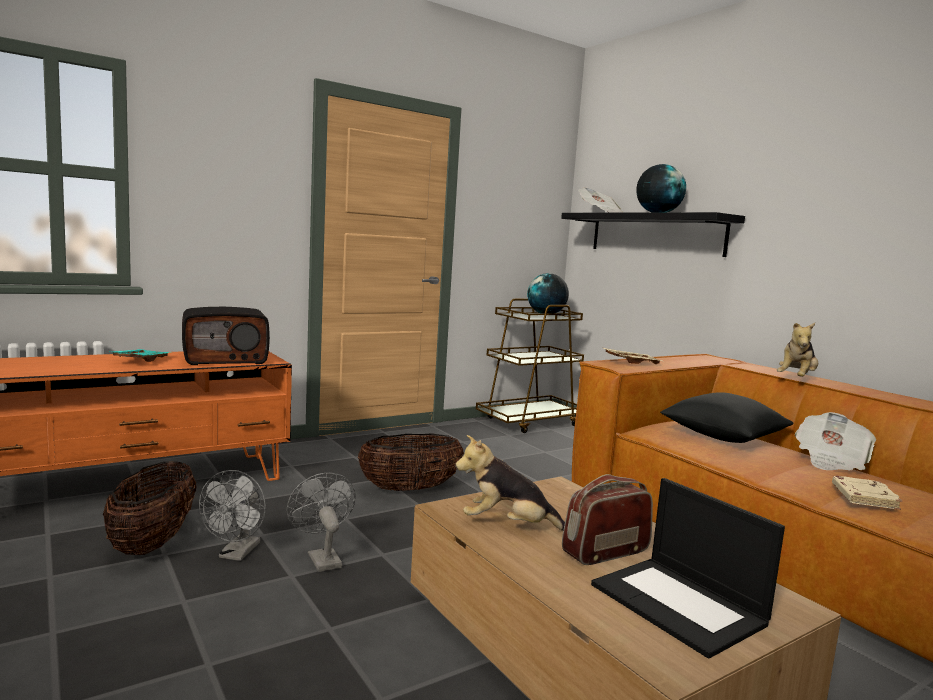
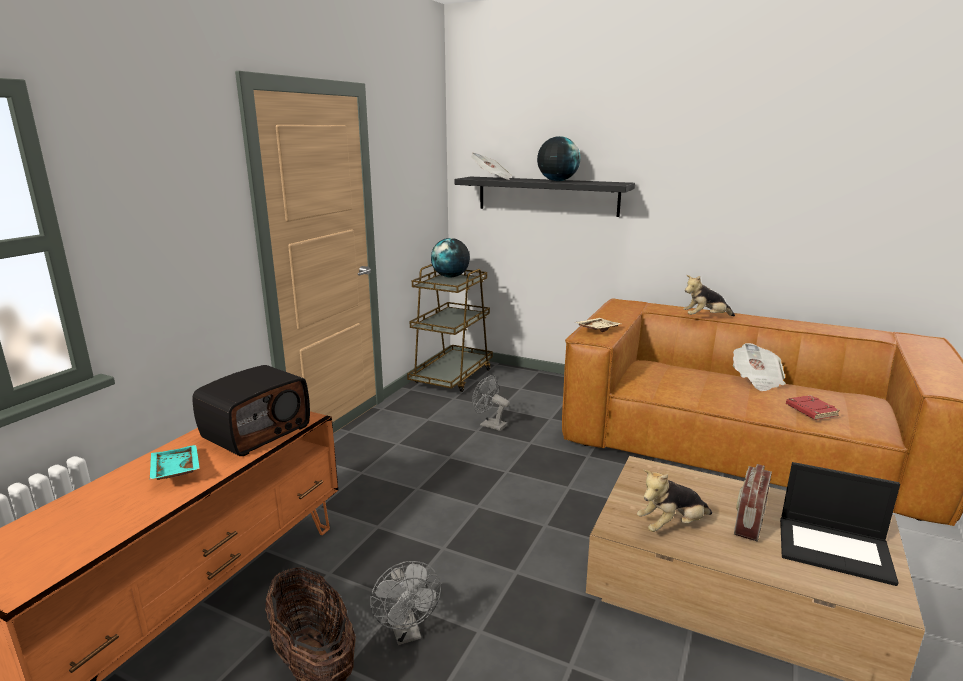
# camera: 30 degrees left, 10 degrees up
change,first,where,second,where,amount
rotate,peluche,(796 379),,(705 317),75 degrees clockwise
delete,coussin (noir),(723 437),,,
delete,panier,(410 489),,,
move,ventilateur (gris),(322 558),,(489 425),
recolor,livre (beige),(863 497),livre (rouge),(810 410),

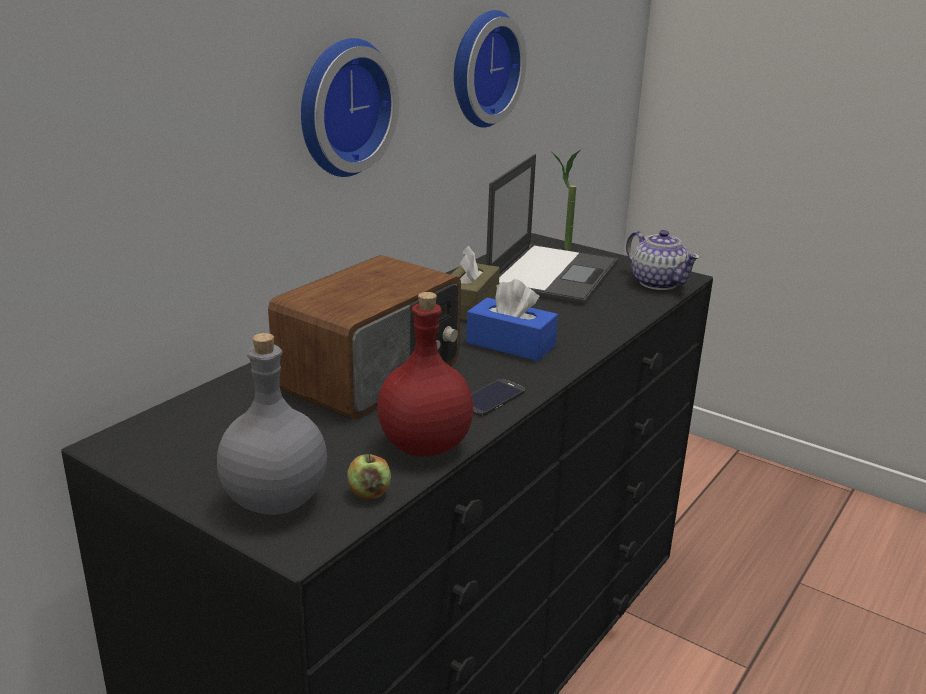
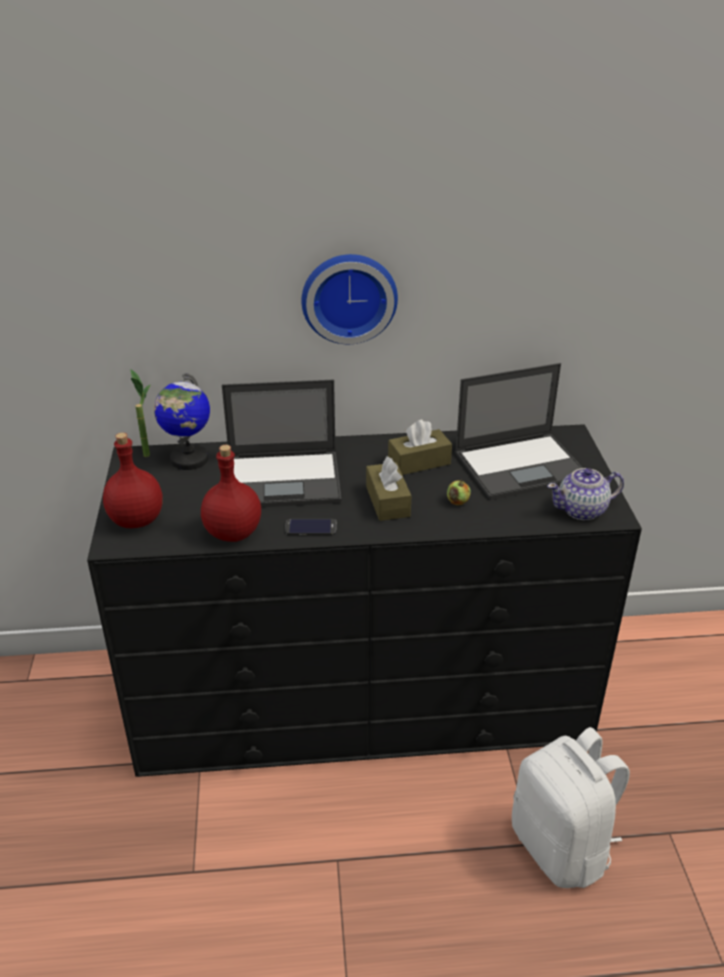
# camera: 50 degrees right, 10 degrees up
change,first,where,second,where,amount
delete,horloge murale,(481 68),,,
move,plante en pot,(560 247),,(147 451),
rotate,théière,(657 283),,(582 510),60 degrees clockwise
replace,radio,(373 374),ordinateur portable,(285 479),
recolor,boîte à mouchoirs (bleu),(510 344),boîte à mouchoirs (marron),(387 501),
recolor,bouteille (gris),(273 501),bouteille (rouge),(135 520),
move,pomme,(369 493),,(458 501),
insert,,,globe,(189 459),
insert,,,sac à dos (blanc),(562 847),

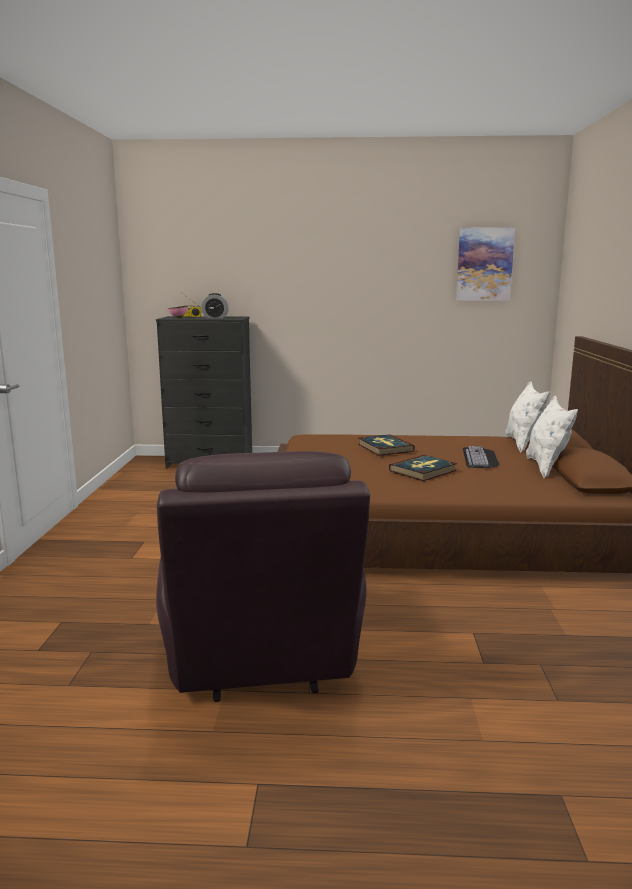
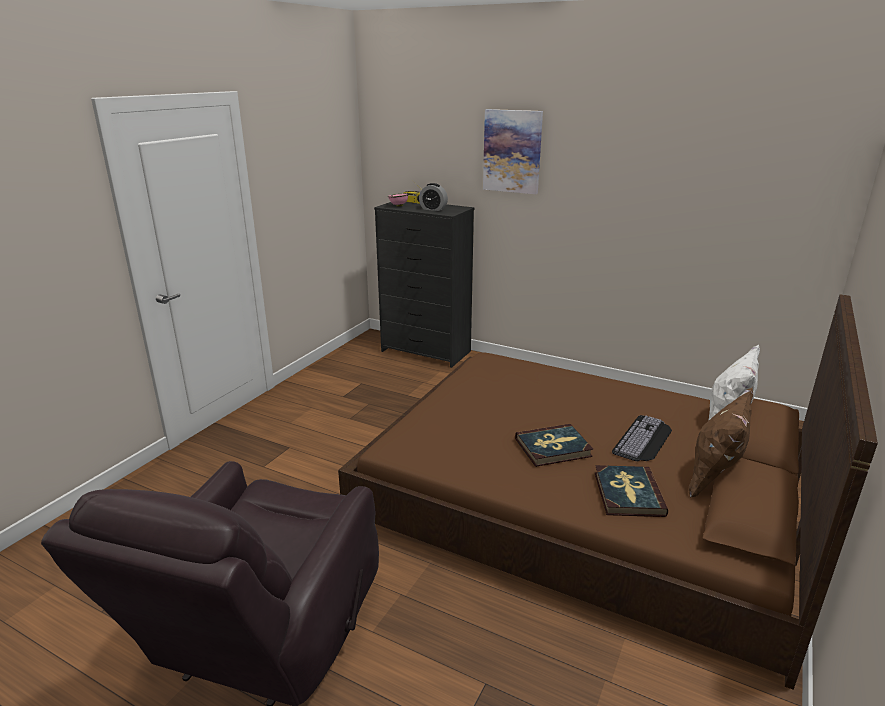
# camera: 25 degrees right, 10 degrees up
change,first,where,second,where,amount
move,tableau,(484 264),,(512 151),
recolor,coussin (blanc),(546 467),coussin (marron),(714 477),
move,livre,(385 448),,(628 494),

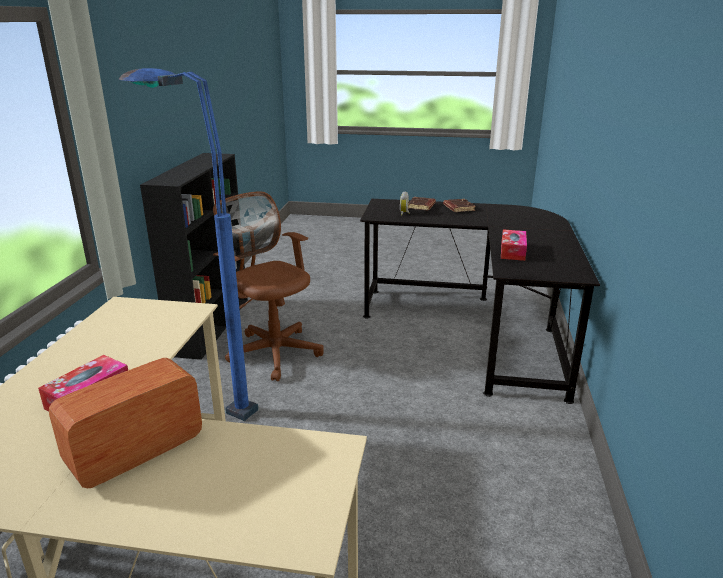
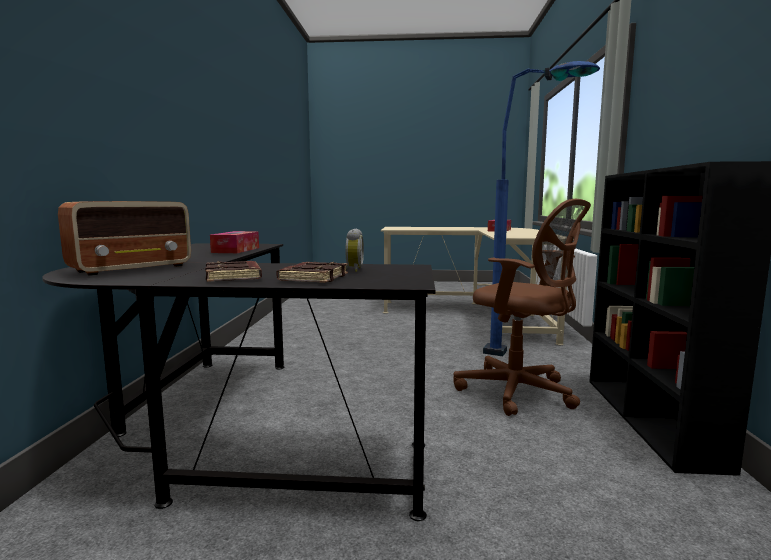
# camera: 175 degrees right, 15 degrees down
change,first,where,second,where,amount
move,radio,(135 453),,(133 268),

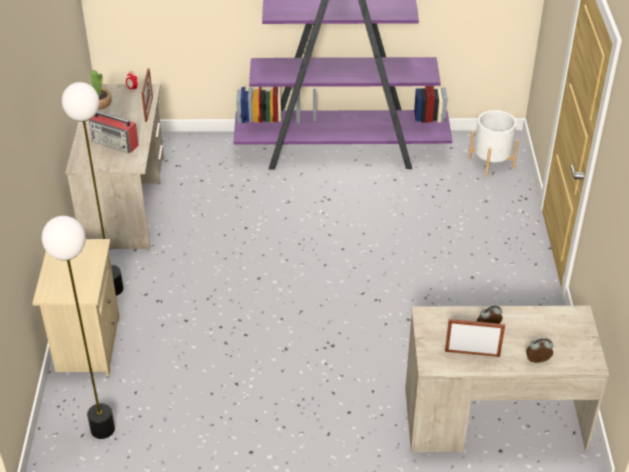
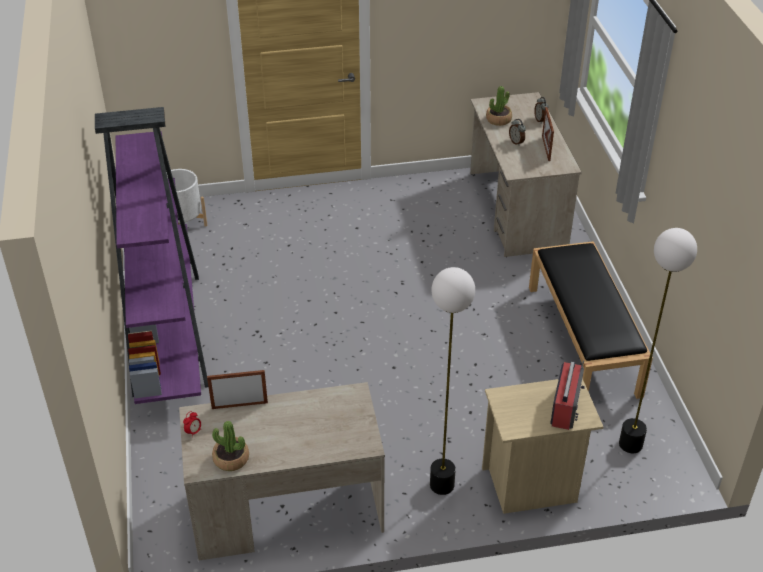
# camera: 100 degrees left, 0 degrees up
change,first,where,second,where,amount
move,radio,(115 143),,(565 406),
insert,,,plante en pot,(498 119),
insert,,,banc (noir),(584 340),

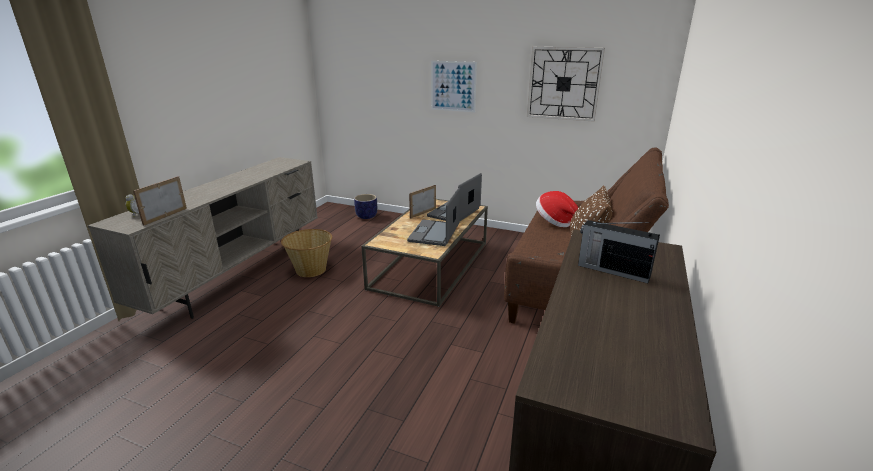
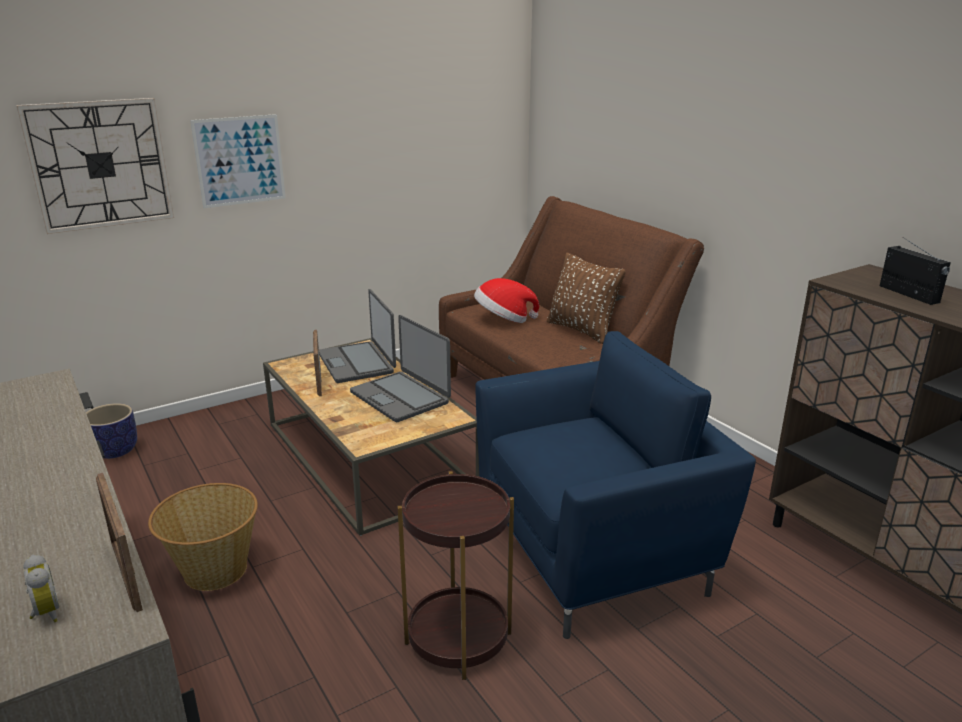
# camera: 55 degrees left, 0 degrees up
change,first,where,second,where,amount
move,horloge murale,(564 84),,(100 164),
rotate,radio,(612 270),,(909 294),90 degrees counterclockwise
insert,,,fauteuil (bleu),(594 551),
insert,,,table d'appoint (marron),(458 638),

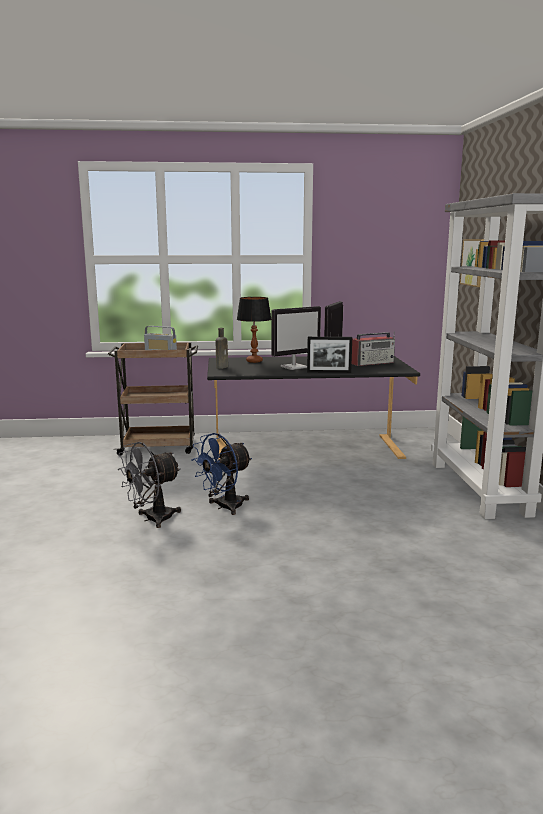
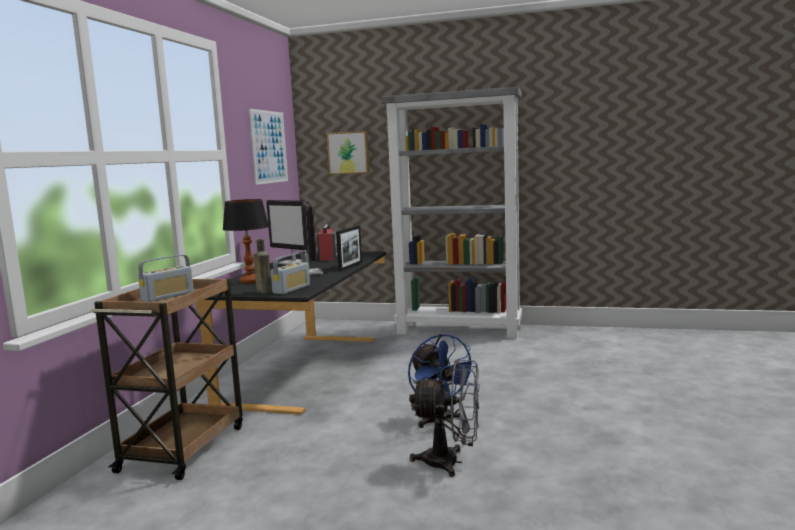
# camera: 70 degrees left, 5 degrees down
change,first,where,second,where,amount
rotate,ventilateur (gris),(152 519),,(450 462),60 degrees counterclockwise
insert,,,tableau,(269 147),
insert,,,radio,(291 289),

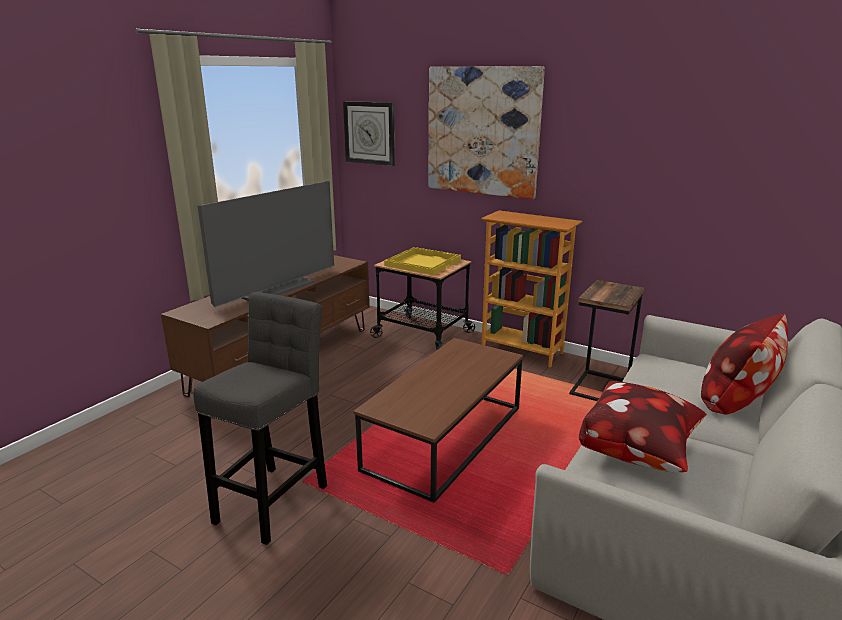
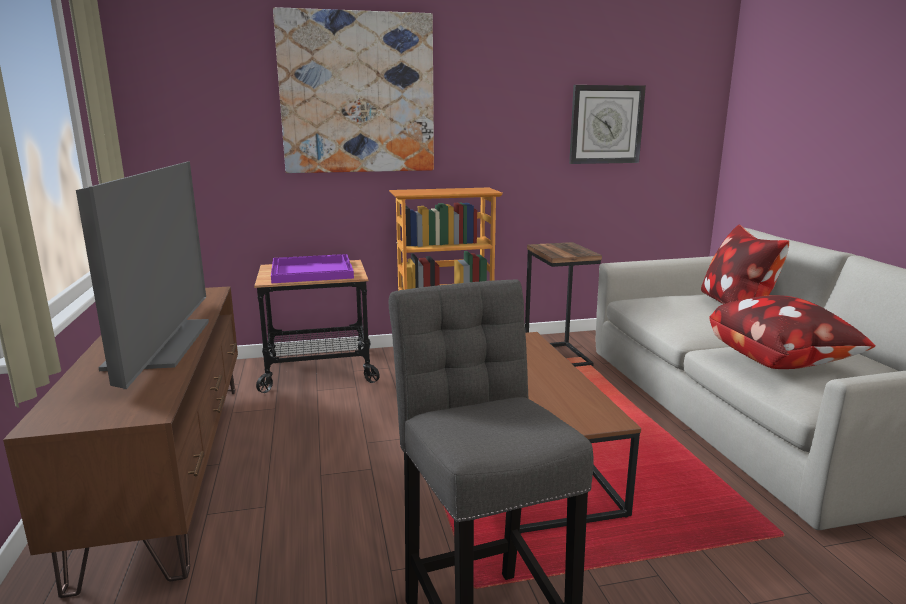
# camera: 45 degrees left, 5 degrees down
change,first,where,second,where,amount
move,horloge murale,(369 133),,(606 124),
recolor,plateau (jaune),(423 262),plateau (violet),(311 271),

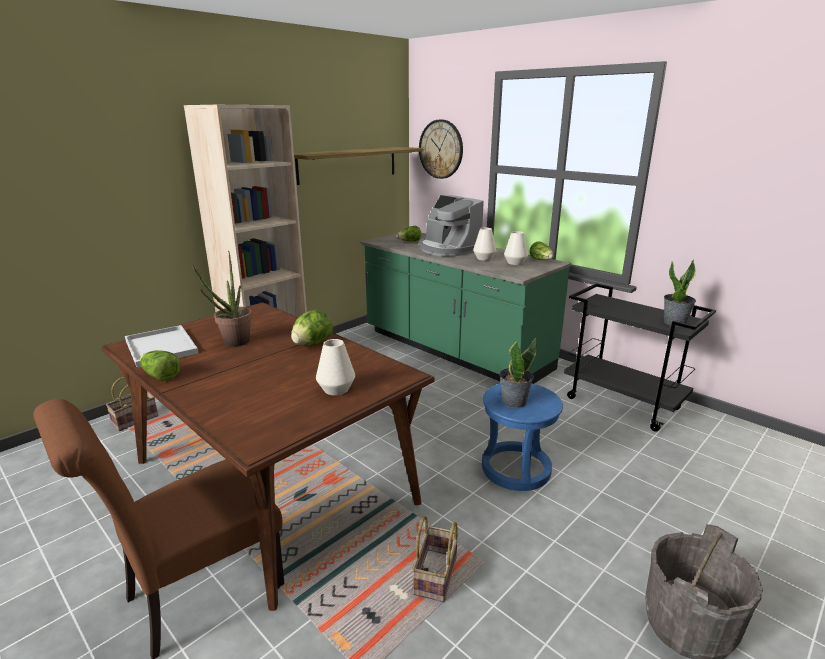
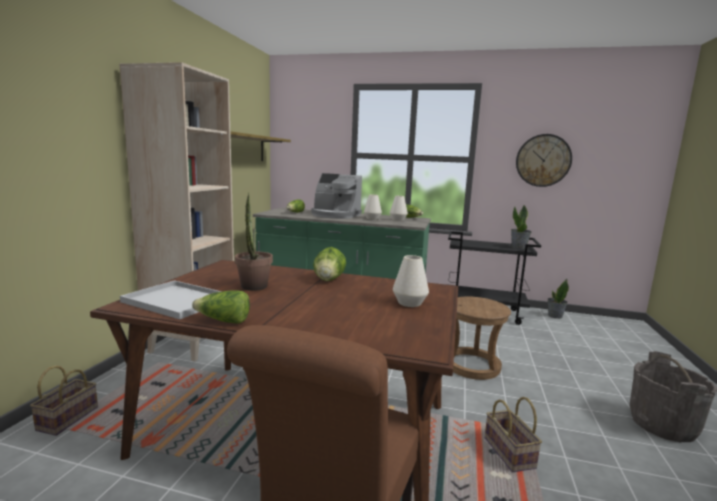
# camera: 30 degrees left, 10 degrees down
change,first,where,second,where,amount
move,horloge murale,(441 149),,(543 160),
move,plante en pot,(513 401),,(554 316),
recolor,tabouret (bleu),(516 468),tabouret (marron),(472 365),

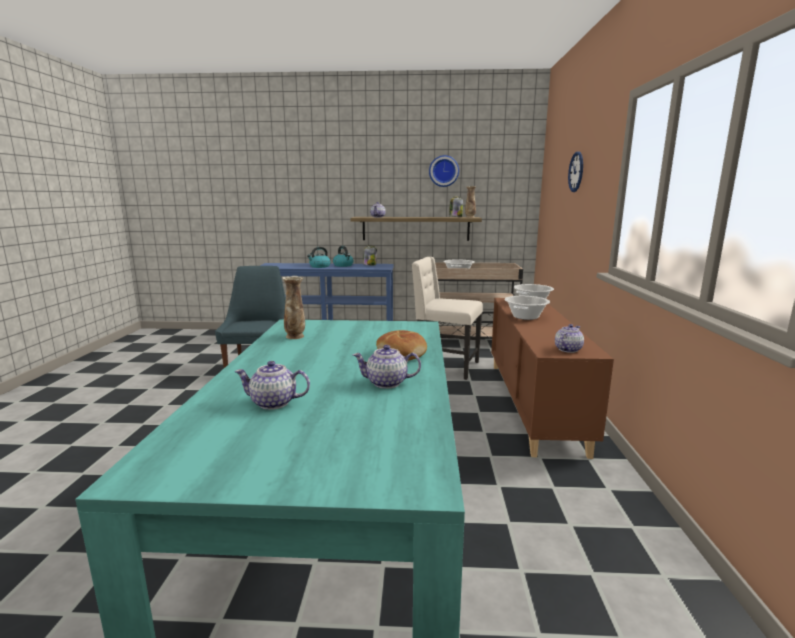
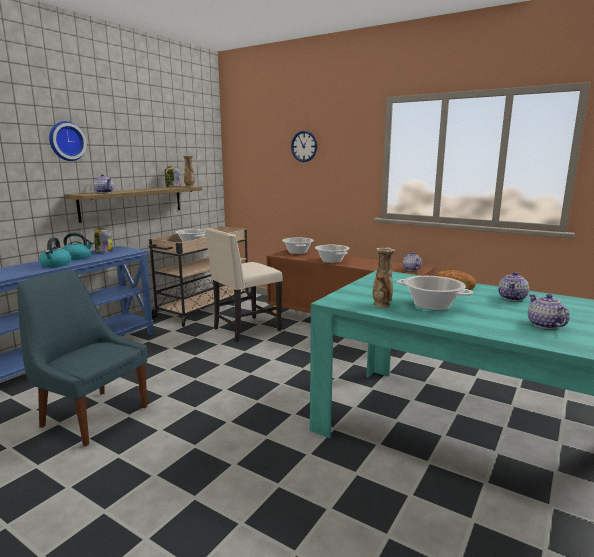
# camera: 60 degrees left, 0 degrees up
change,first,where,second,where,amount
move,horloge murale,(443 171),,(66 141),
rotate,théière,(274 403),,(544 325),135 degrees clockwise
insert,,,marmite,(432 305),

